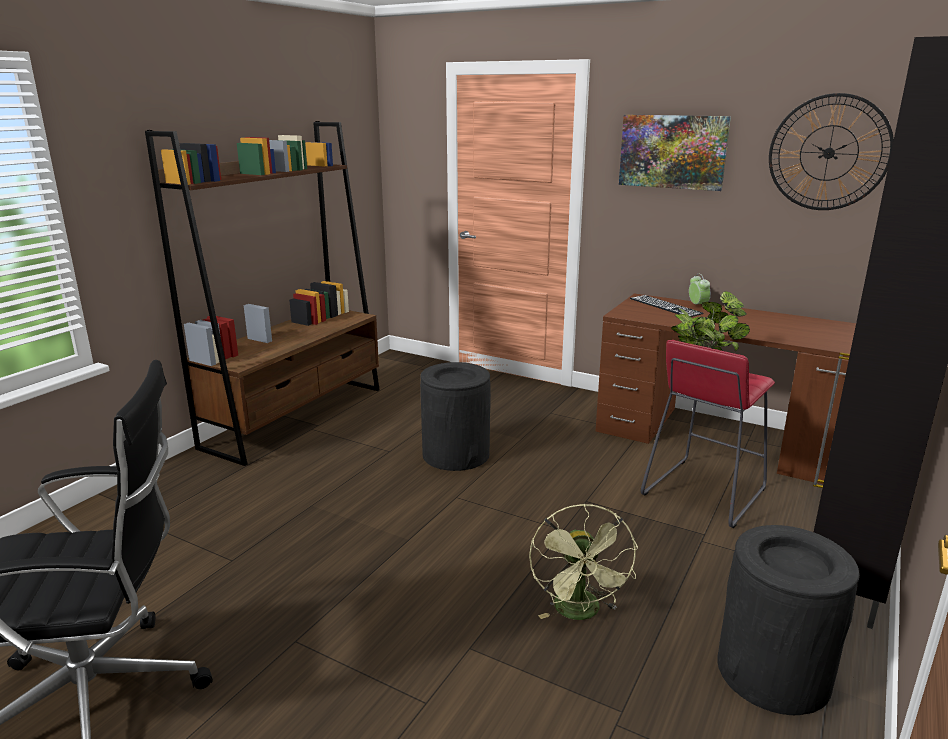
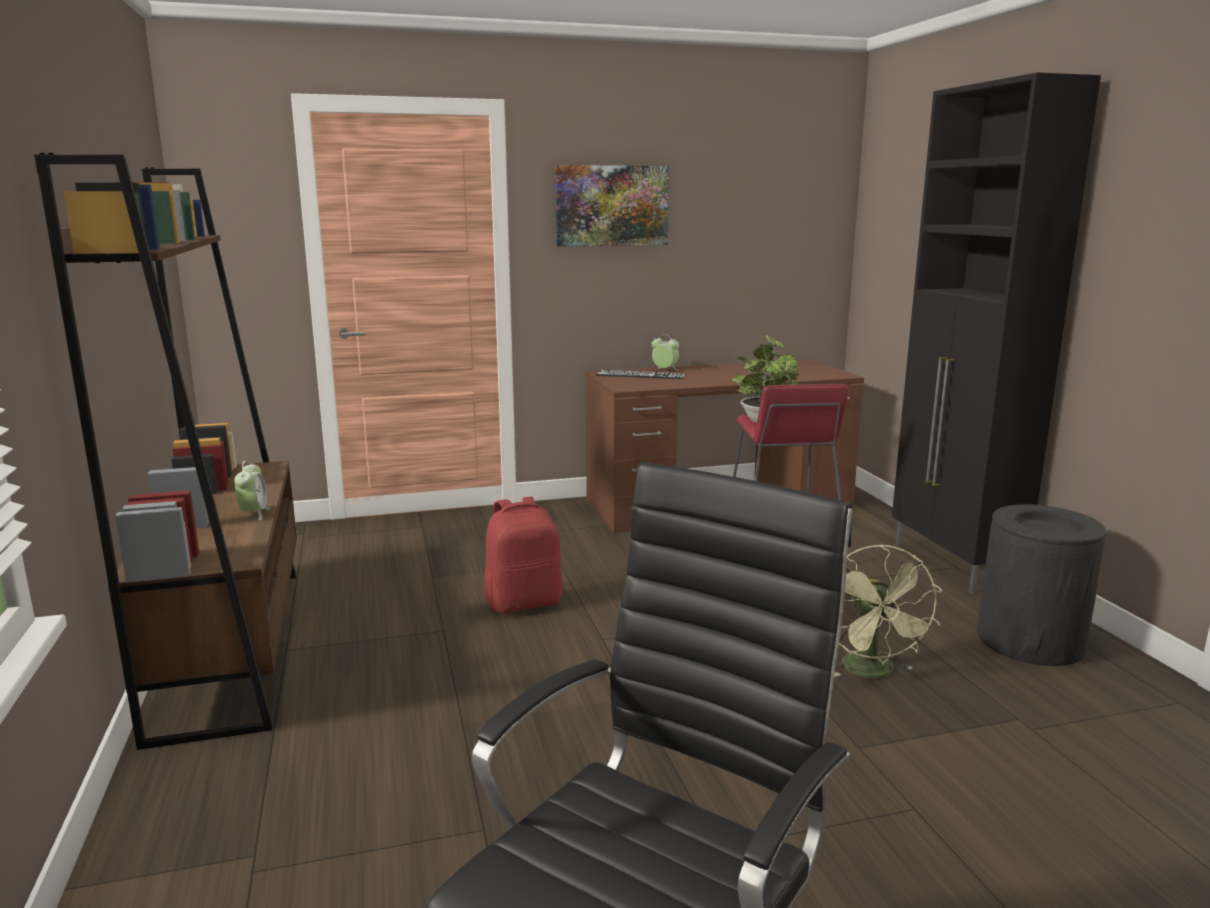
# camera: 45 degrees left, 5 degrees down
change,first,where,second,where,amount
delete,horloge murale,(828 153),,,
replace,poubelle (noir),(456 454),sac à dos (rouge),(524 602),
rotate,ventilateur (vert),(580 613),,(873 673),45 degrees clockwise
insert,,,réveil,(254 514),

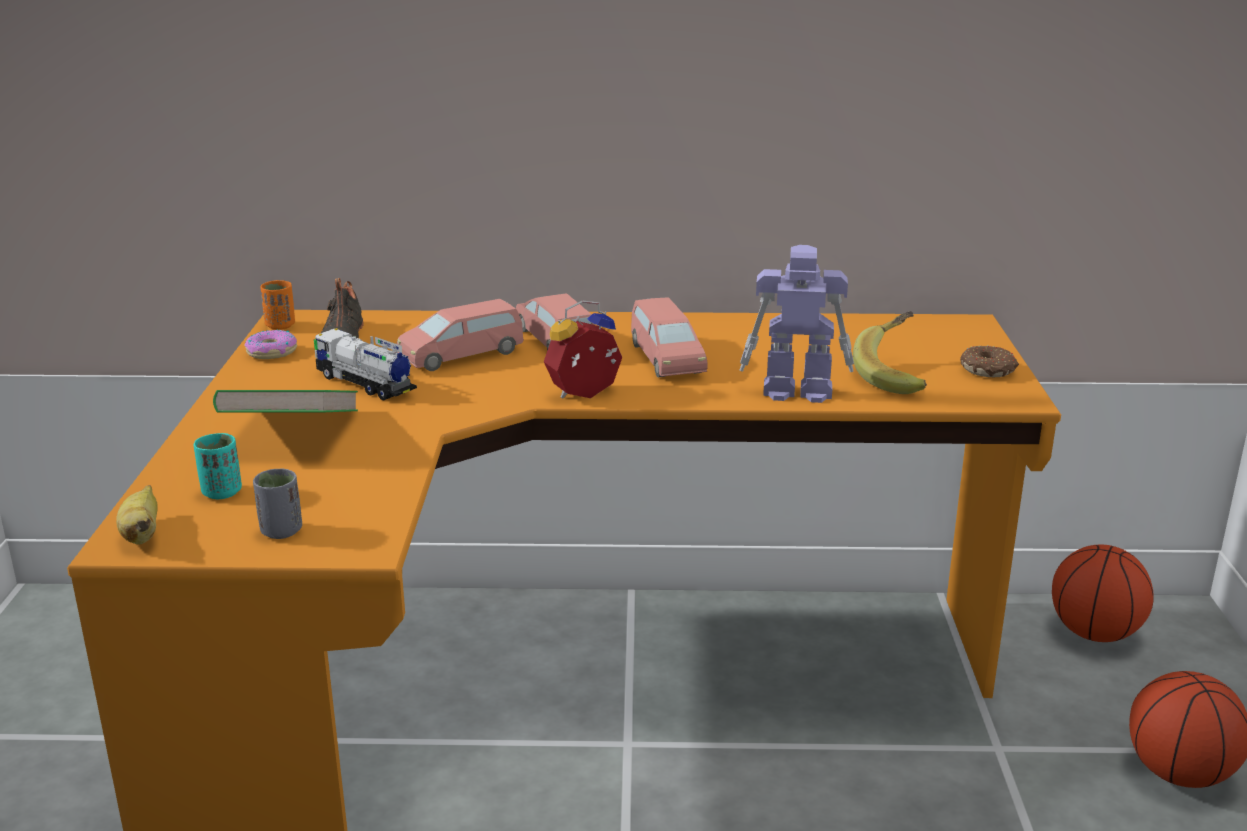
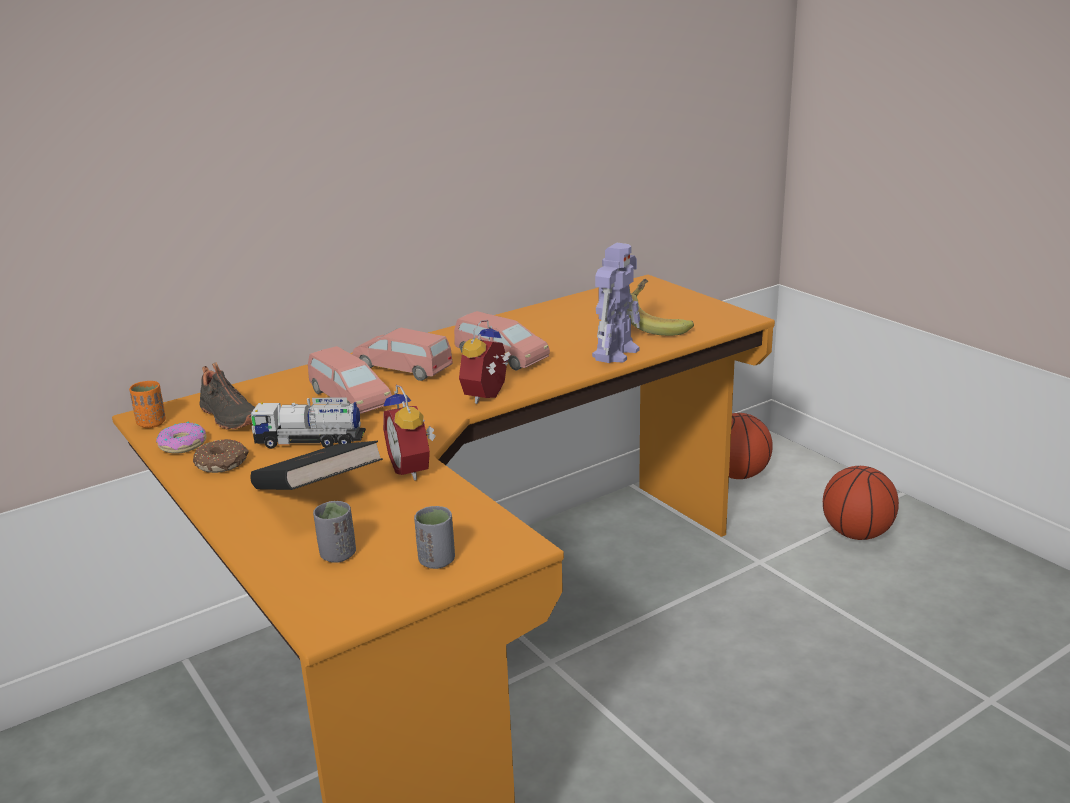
# camera: 35 degrees left, 0 degrees up
change,first,where,second,where,amount
rotate,robot jouet,(795 392),,(616 352),150 degrees clockwise
rotate,petite voiture (rose),(461 355),,(349 399),60 degrees counterclockwise
move,beignet,(988 370),,(223 464),
recolor,livre (vert),(292 434),livre (noir),(318 495),
recolor,tasse (turquoise),(221 492),tasse (gris),(338 555),
delete,banane,(142 534),,,
insert,,,réveil,(413 469),

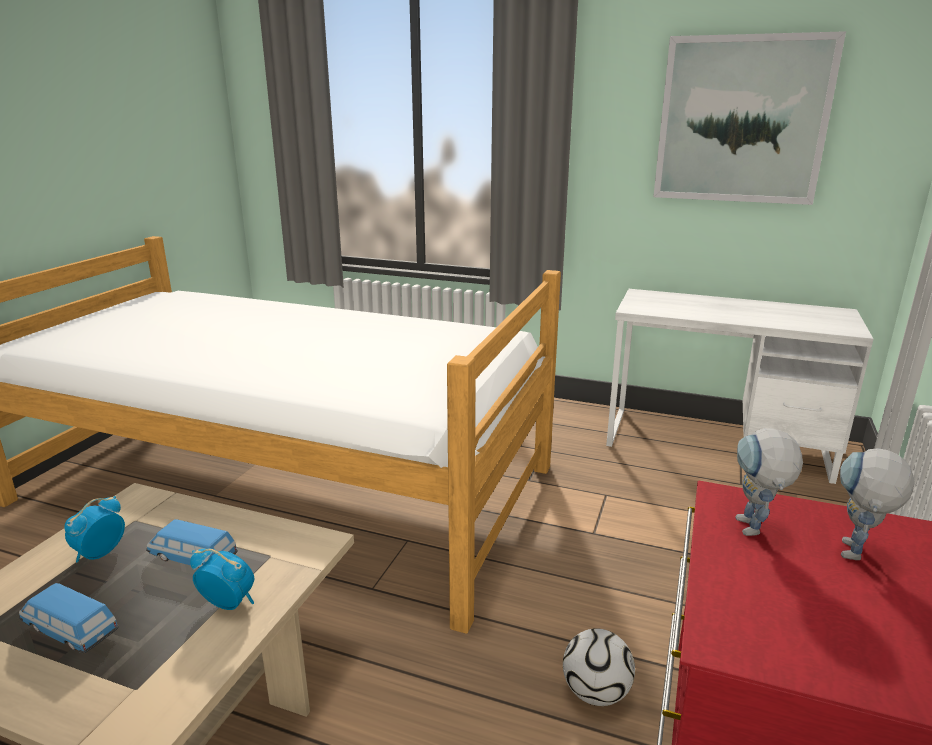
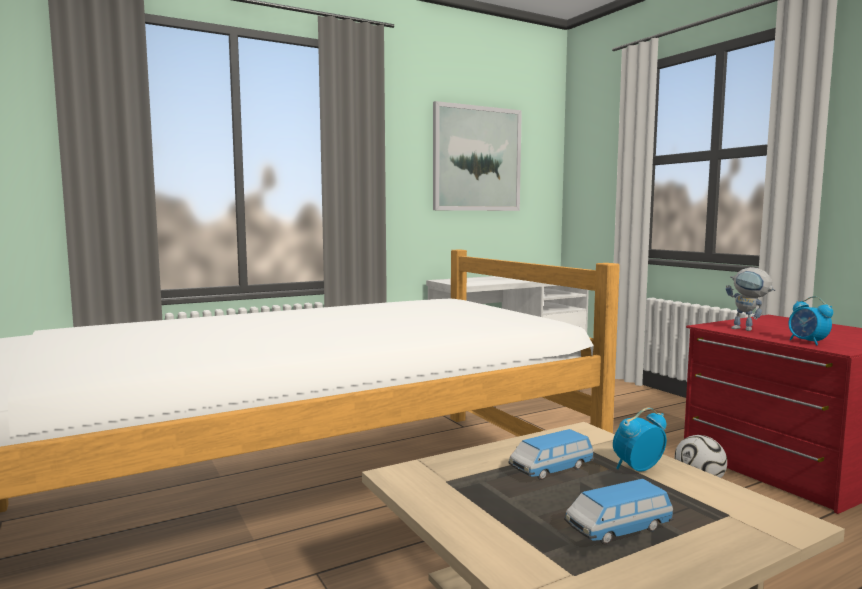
# camera: 50 degrees left, 15 degrees down
change,first,where,second,where,amount
delete,robot jouet,(855 557),,,
move,réveil,(99 553),,(807 342),

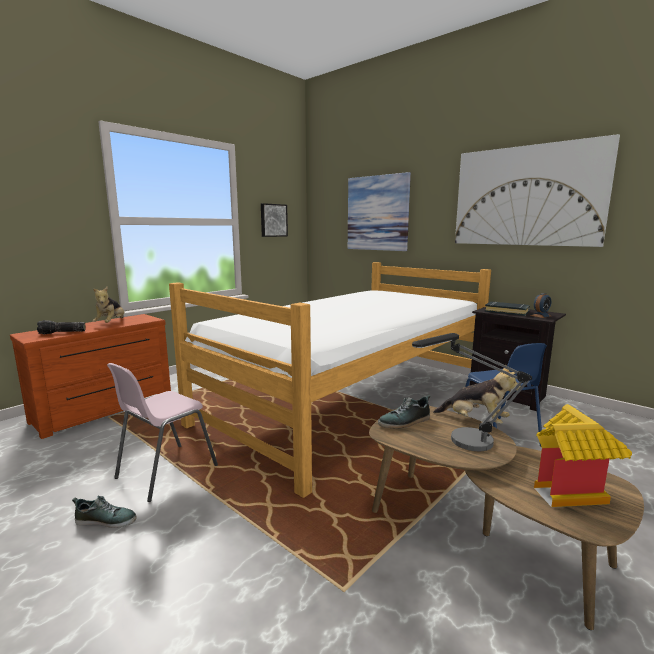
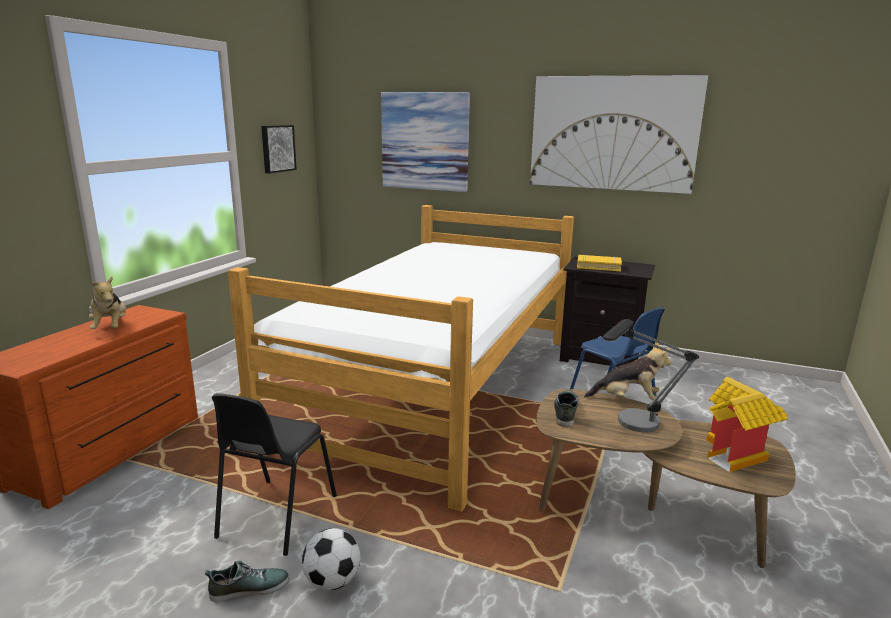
# camera: 20 degrees left, 5 degrees up
change,first,where,second,where,amount
delete,réveil,(540 316),,,
recolor,livre (noir),(507 311),livre (jaune),(598 266),
delete,lampe de poche,(62 333),,,
recolor,chaise (rose),(165 472),chaise (noir),(275 517),
rotate,chaussure,(405 422),,(565 411),150 degrees clockwise
insert,,,ballon de foot,(332 581),

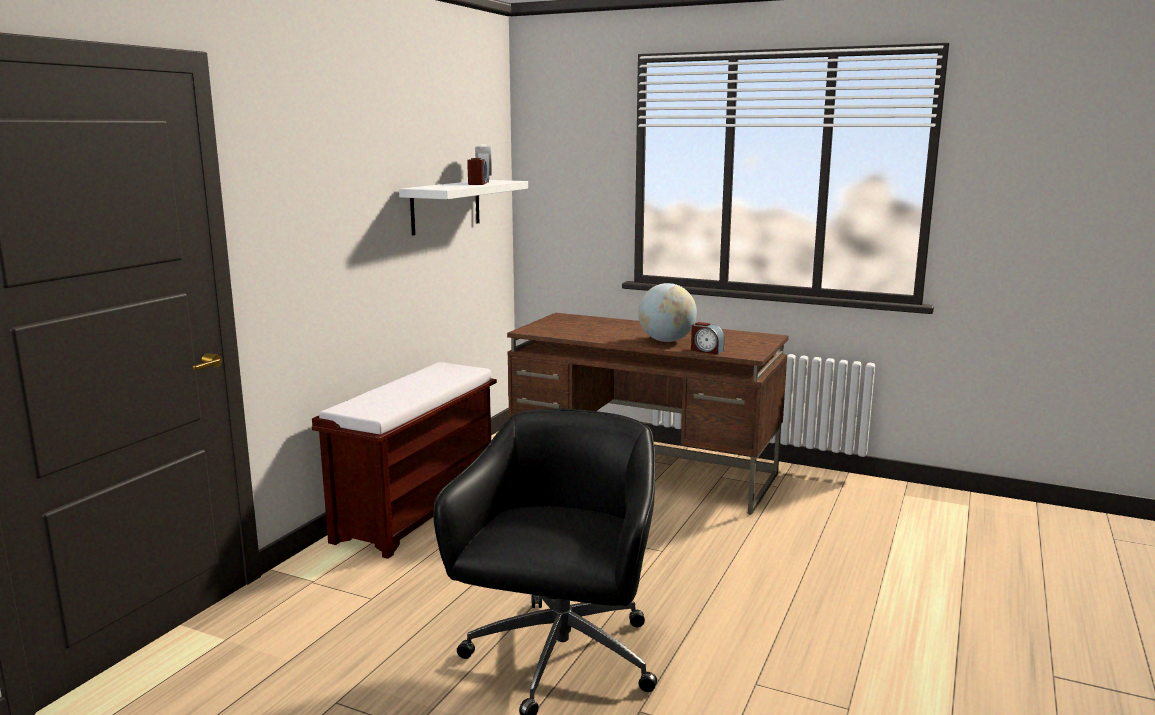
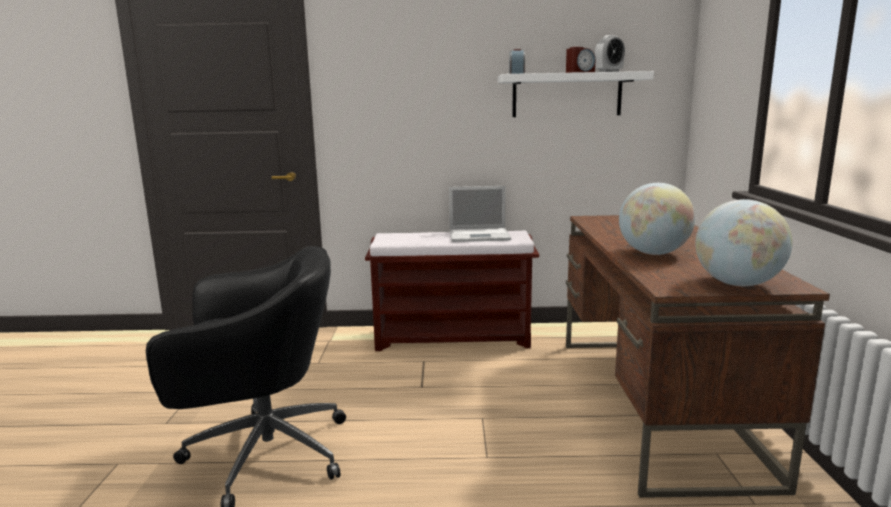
# camera: 65 degrees right, 0 degrees up
change,first,where,second,where,amount
move,réveil,(706 350),,(516 74),
insert,,,ordinateur portable,(480 235),
insert,,,globe,(737 284),

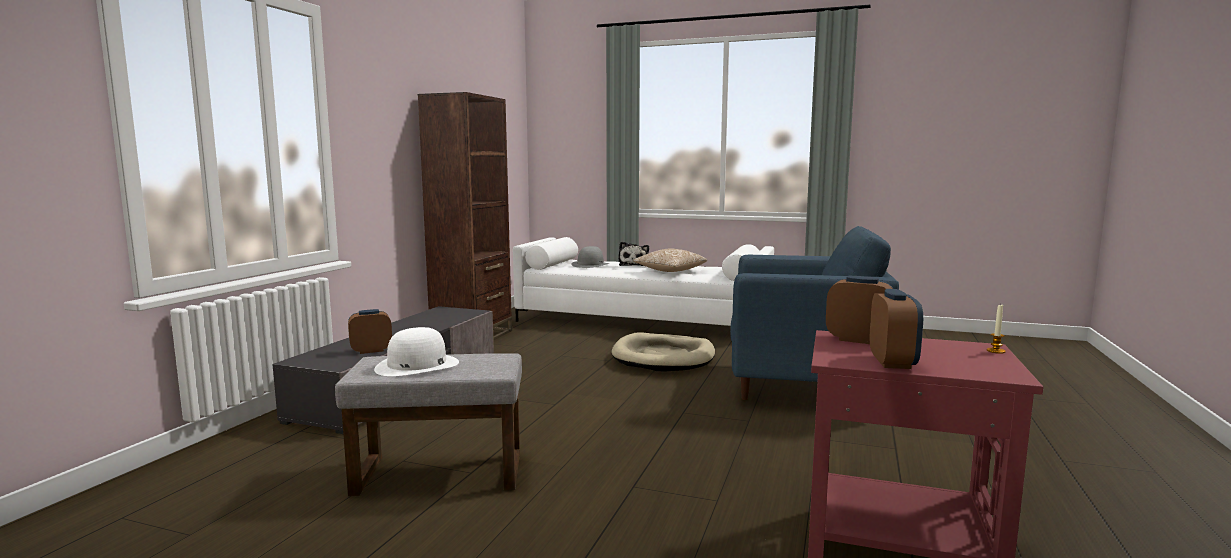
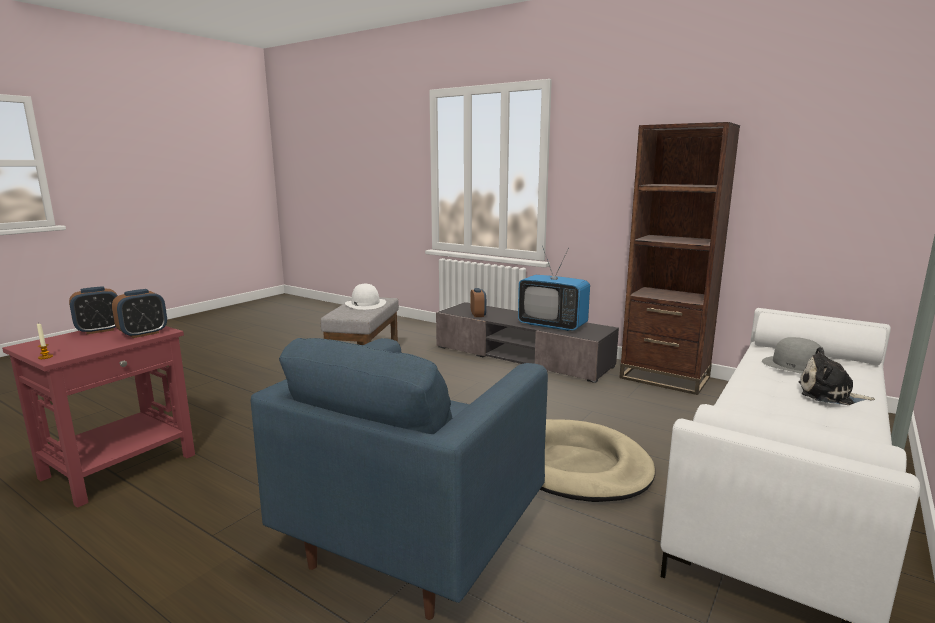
# camera: 105 degrees right, 5 degrees up
change,first,where,second,where,amount
delete,coussin,(669 271),,,
rotate,réveil,(892 362),,(100 330),60 degrees counterclockwise
insert,,,téléviseur,(552 325),

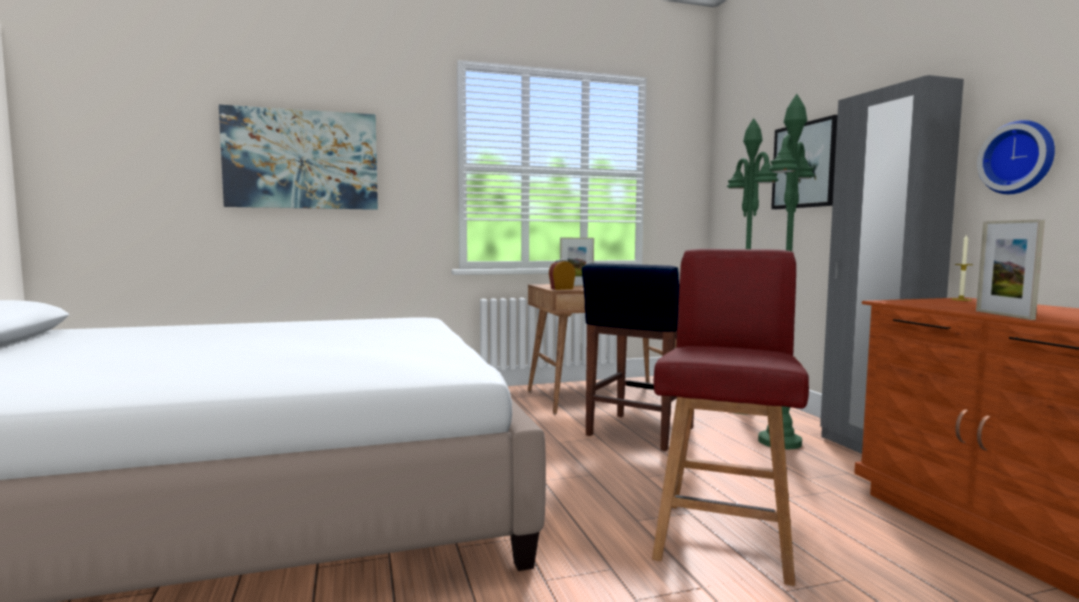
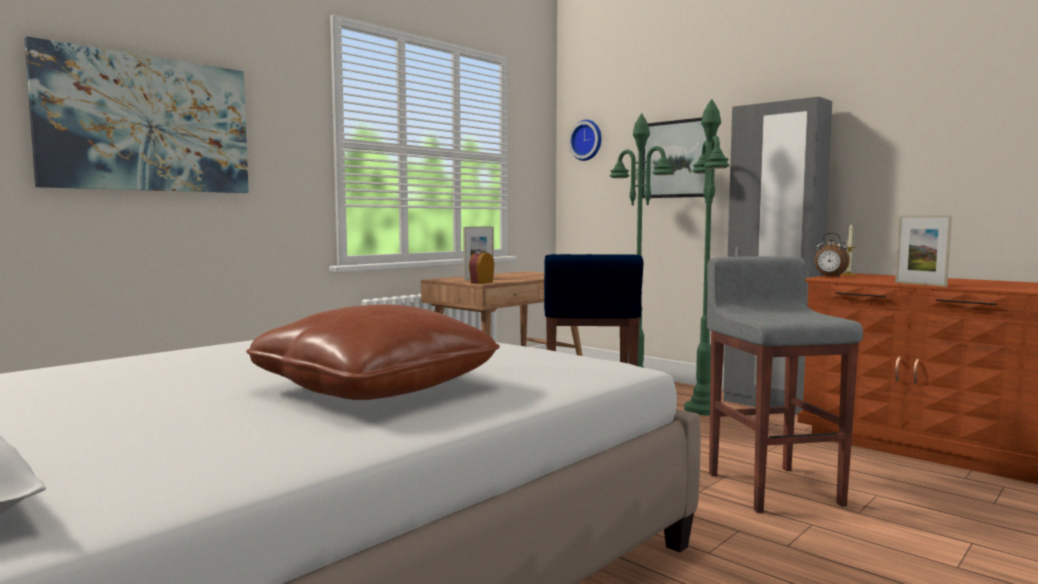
# camera: 30 degrees left, 0 degrees up
change,first,where,second,where,amount
move,horloge murale,(1019 158),,(587 140),
replace,chaise (rouge),(724 537),tabouret (gris),(774 488),
insert,,,réveil,(829 276),
insert,,,coussin (marron),(375 388),

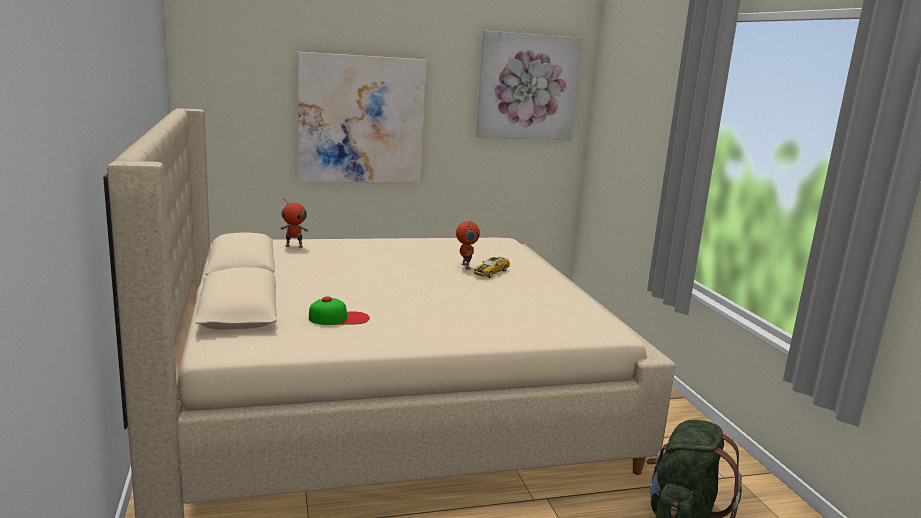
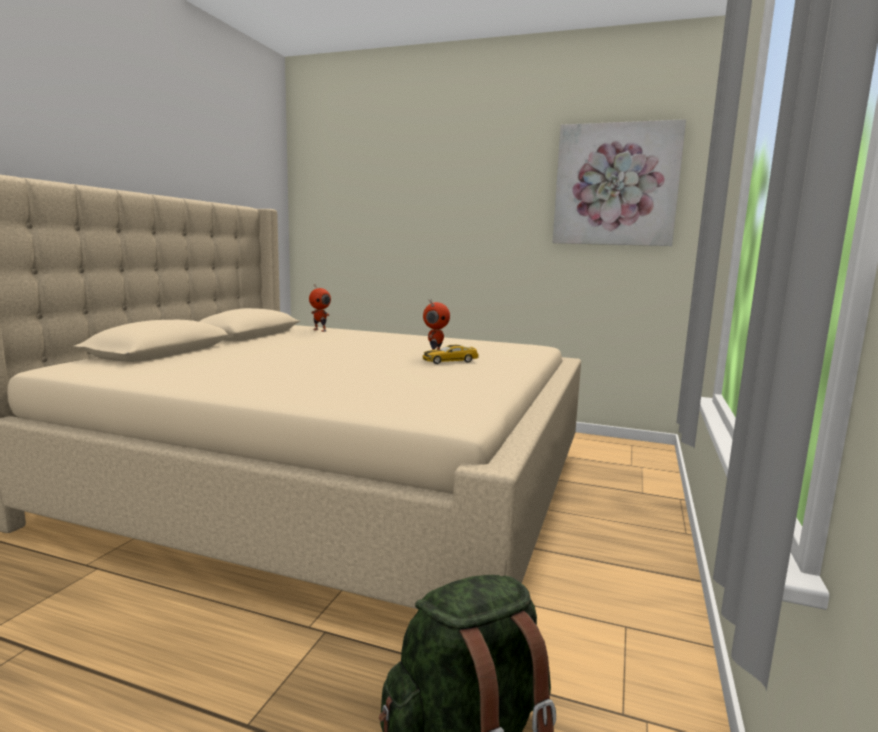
# camera: 35 degrees right, 5 degrees down
change,first,where,second,where,amount
delete,tableau,(361 120),,,
delete,casquette,(339 318),,,

